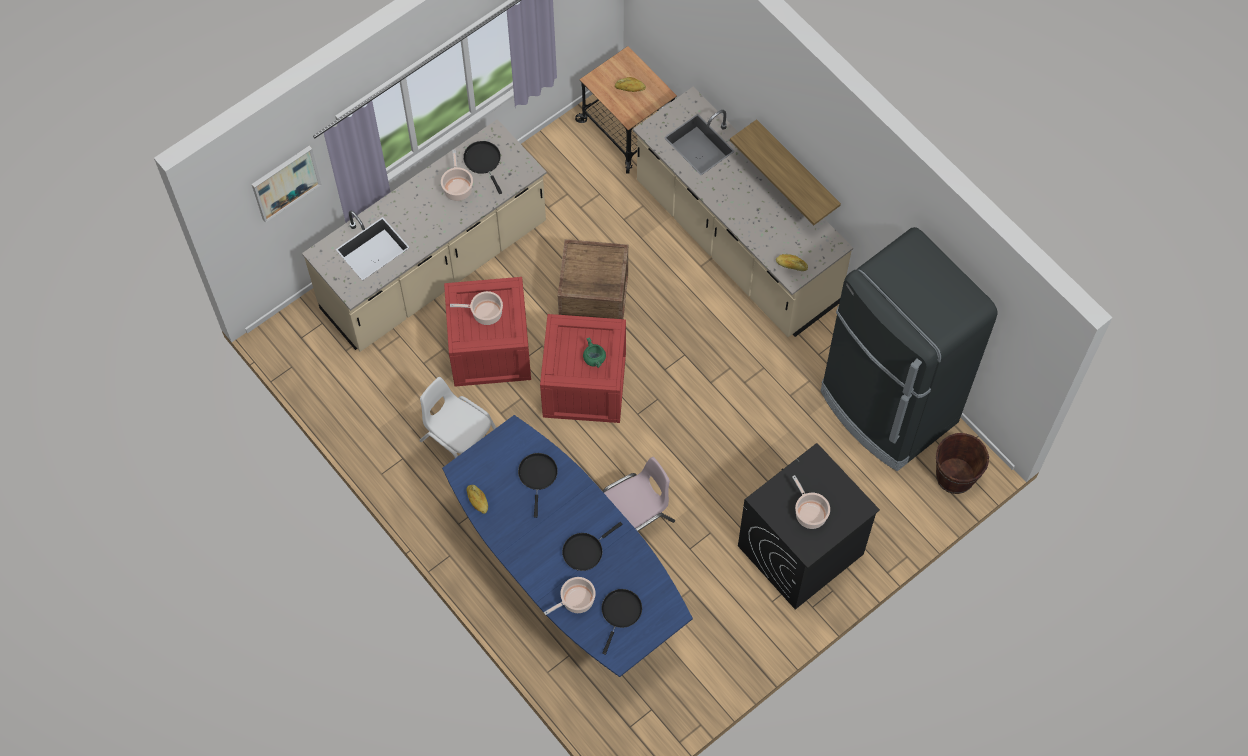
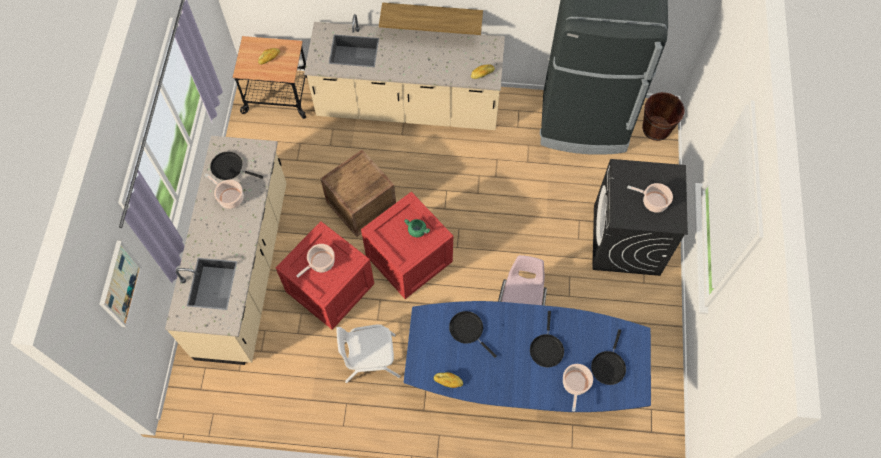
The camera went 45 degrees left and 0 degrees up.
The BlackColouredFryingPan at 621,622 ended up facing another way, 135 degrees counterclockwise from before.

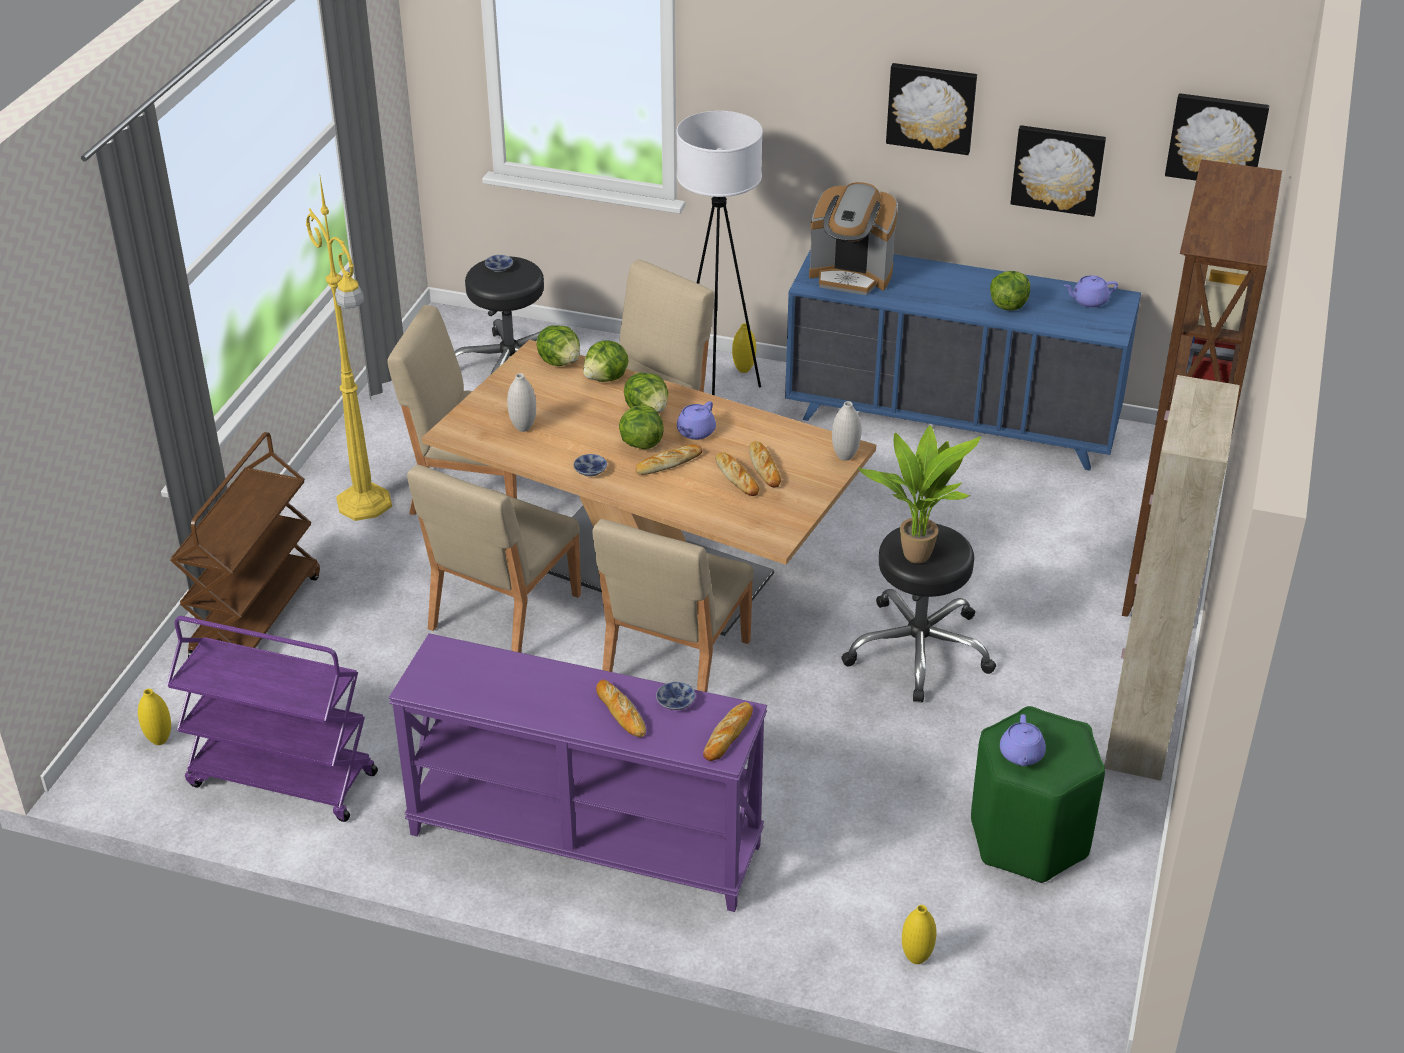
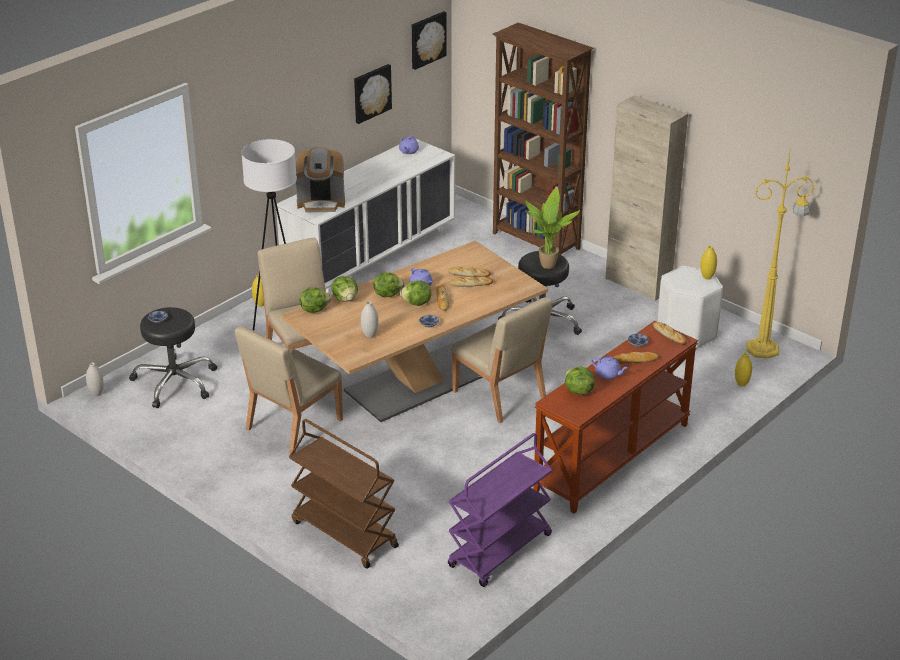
The camera went 65 degrees left and 5 degrees down.
The second view lost the WallPicture at 931,109.
The YellowStandingLamp ended up elsewhere, having gone from 349,346 to 780,253.
The CoffeeMachine at 853,238 ended up facing another way, 45 degrees clockwise from before.
What was the BluishDrawerChest at 963,360 turned into the WhiteColouredDrawerChest at 365,216.
The Lettuce ended up elsewhere, having gone from 1010,290 to 580,380.
The WhiteColouredFlowerVase ended up elsewhere, having gone from 846,431 to 95,379.
The second view lost the SandColouredChair at 494,559.
What was the PurpleColouredNarrowTable at 578,772 turned into the BrownColouredNarrowTable at 615,417.
The YellowFlowerVase ended up elsewhere, having gone from 154,717 to 708,262.
What was the GreenStoolSeat at 1038,794 turned into the WhiteColouredStoolSeat at 690,308.
The PurpleColouredTeapot ended up elsewhere, having gone from 1023,740 to 609,367.

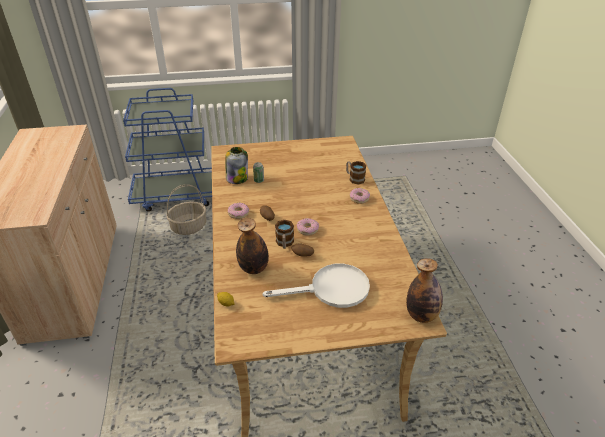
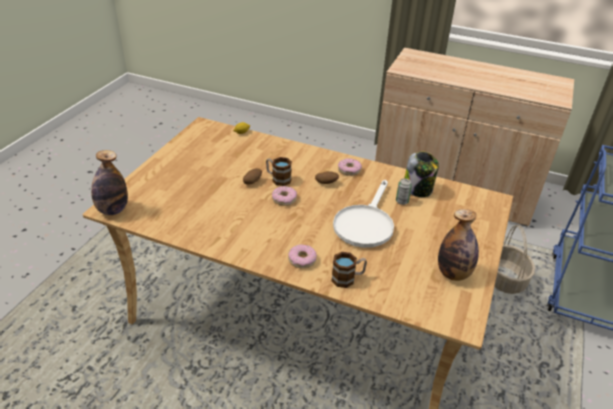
The camera went 120 degrees right and 0 degrees up.
The BeverageBottle ended up elsewhere, having gone from 252,246 to 458,245.
The WhiteColouredFryingPan ended up elsewhere, having gone from 316,286 to 363,214.

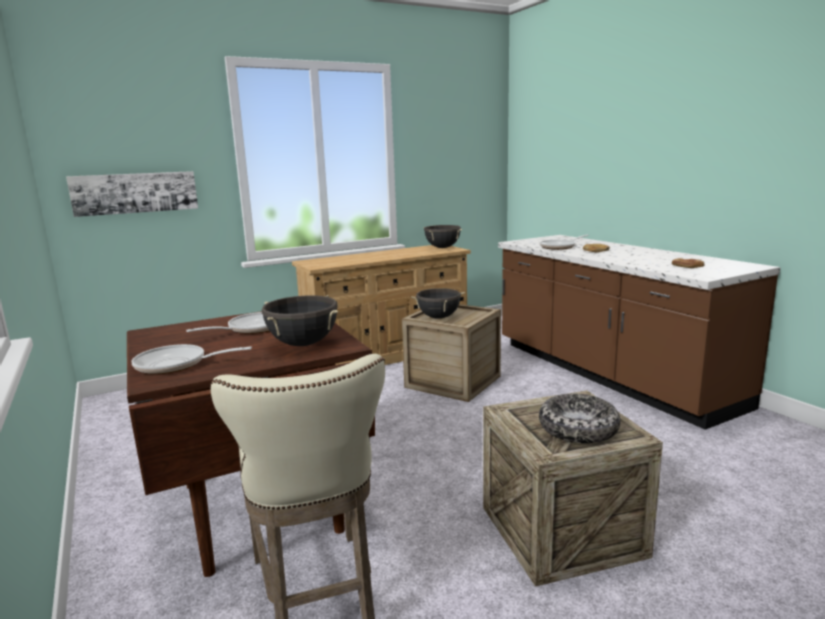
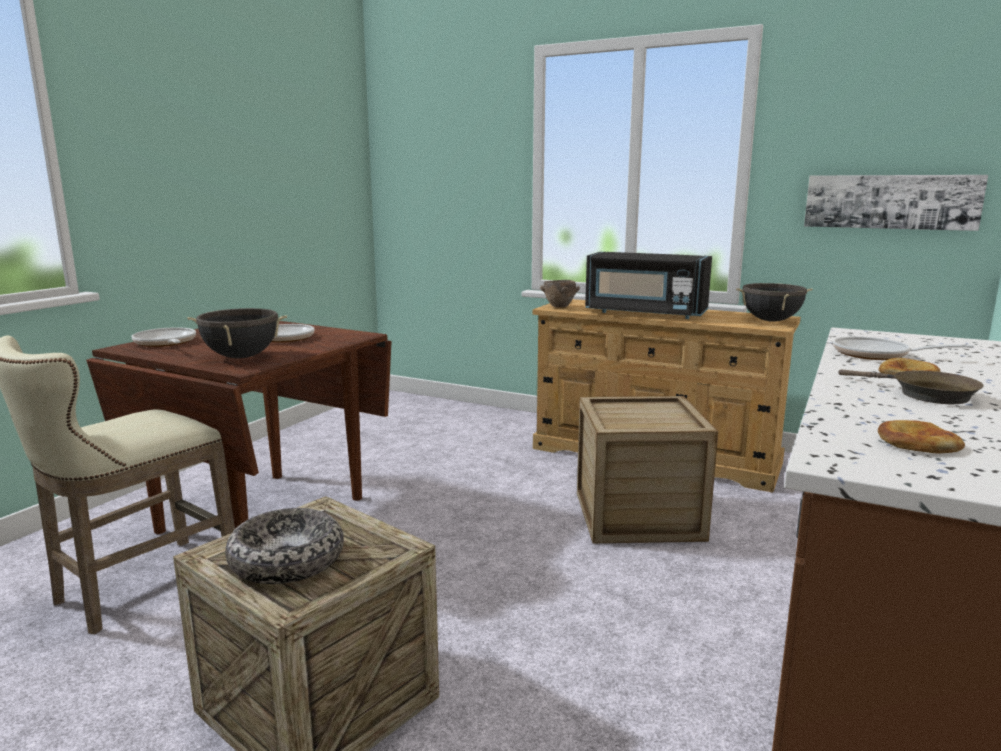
The camera went 55 degrees right and 0 degrees up.
The WallPicture ended up elsewhere, having gone from 132,194 to 896,203.
The second view lost the BlackColouredStockpot at 438,303.
The second view gained the BlackColouredMicrowave at 648,285.
The second view gained the BrownColouredServingBowl at 560,294.
The second view gained the BrownColouredFryingPan at 911,387.

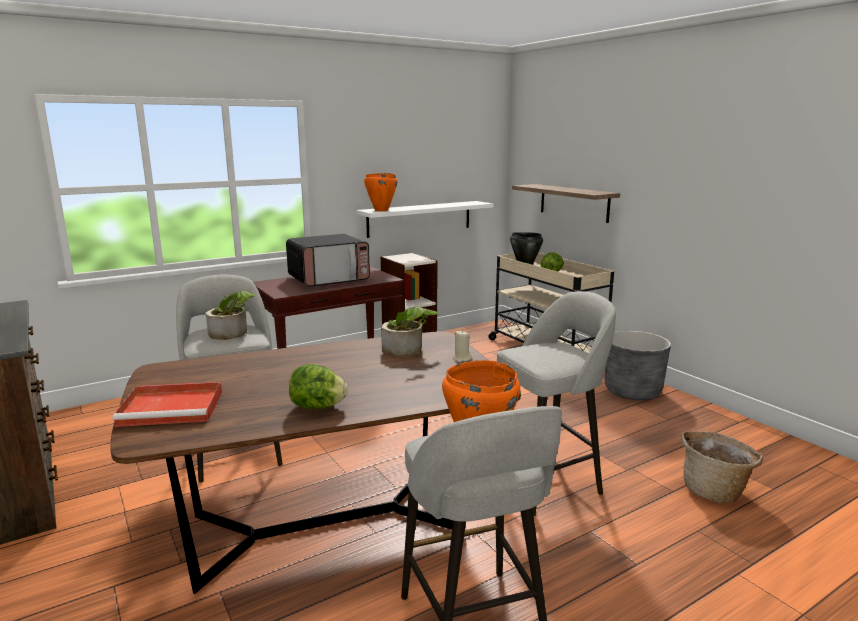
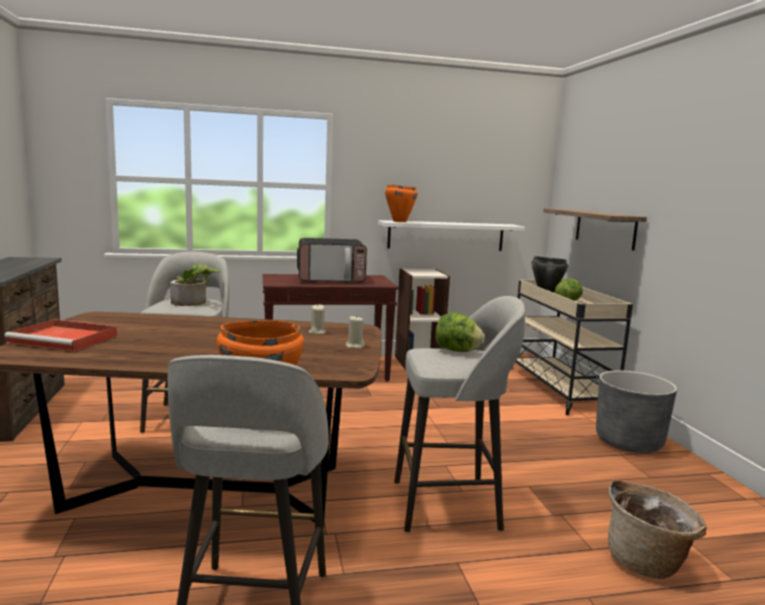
The camera went 20 degrees right and 5 degrees down.
Where the PlantInAPot stood at 410,332, the SandColouredCandle came to stand at 317,320.
The Lettuce ended up elsewhere, having gone from 318,386 to 460,332.

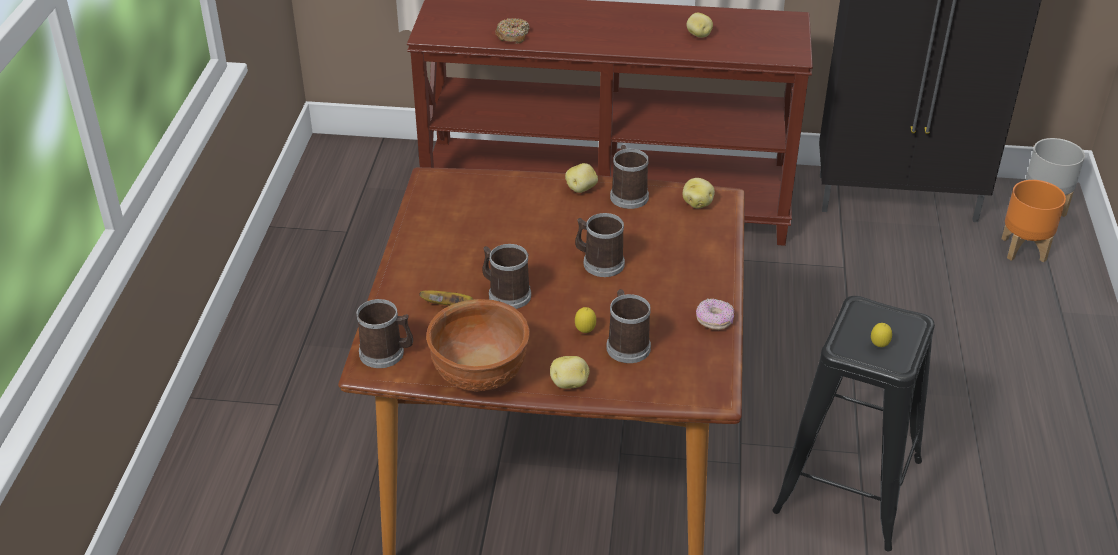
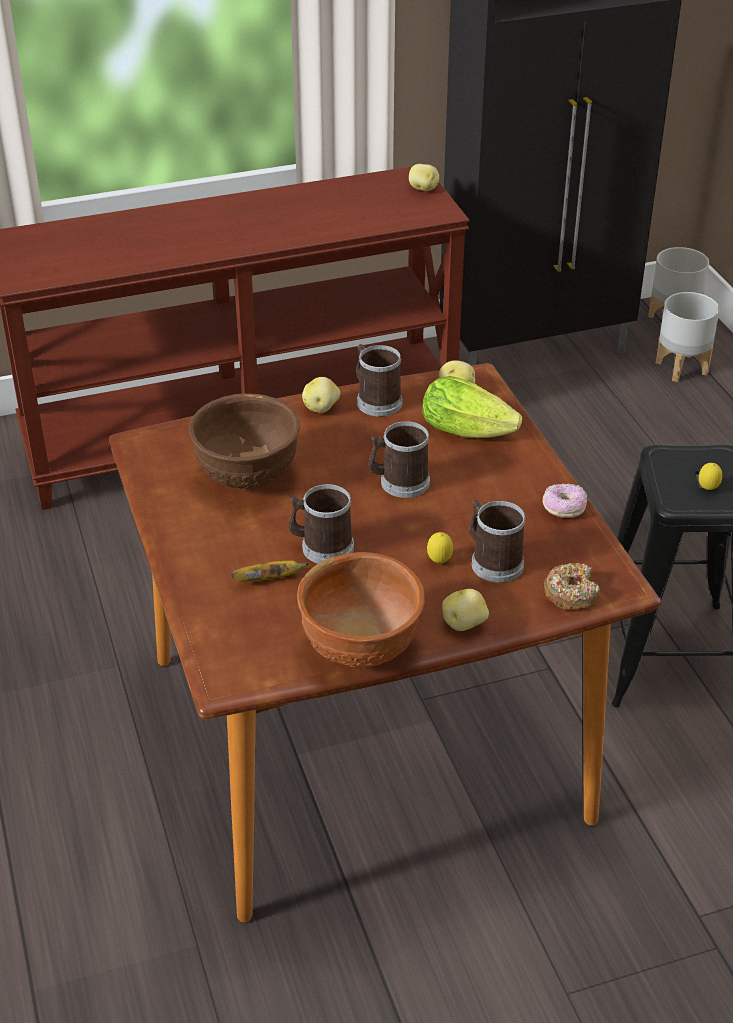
The camera went 25 degrees left and 0 degrees up.
The Potato ended up elsewhere, having gone from 700,25 to 424,177.
The RingDoughnut ended up elsewhere, having gone from 512,31 to 572,586.
What was the OrangeColouredPlanter at 1033,221 turned into the GrayPlanter at 688,337.
The second view lost the Mug at 384,333.
The second view gained the Lettuce at 472,407.
The second view gained the BrownColouredServingBowl at 244,441.

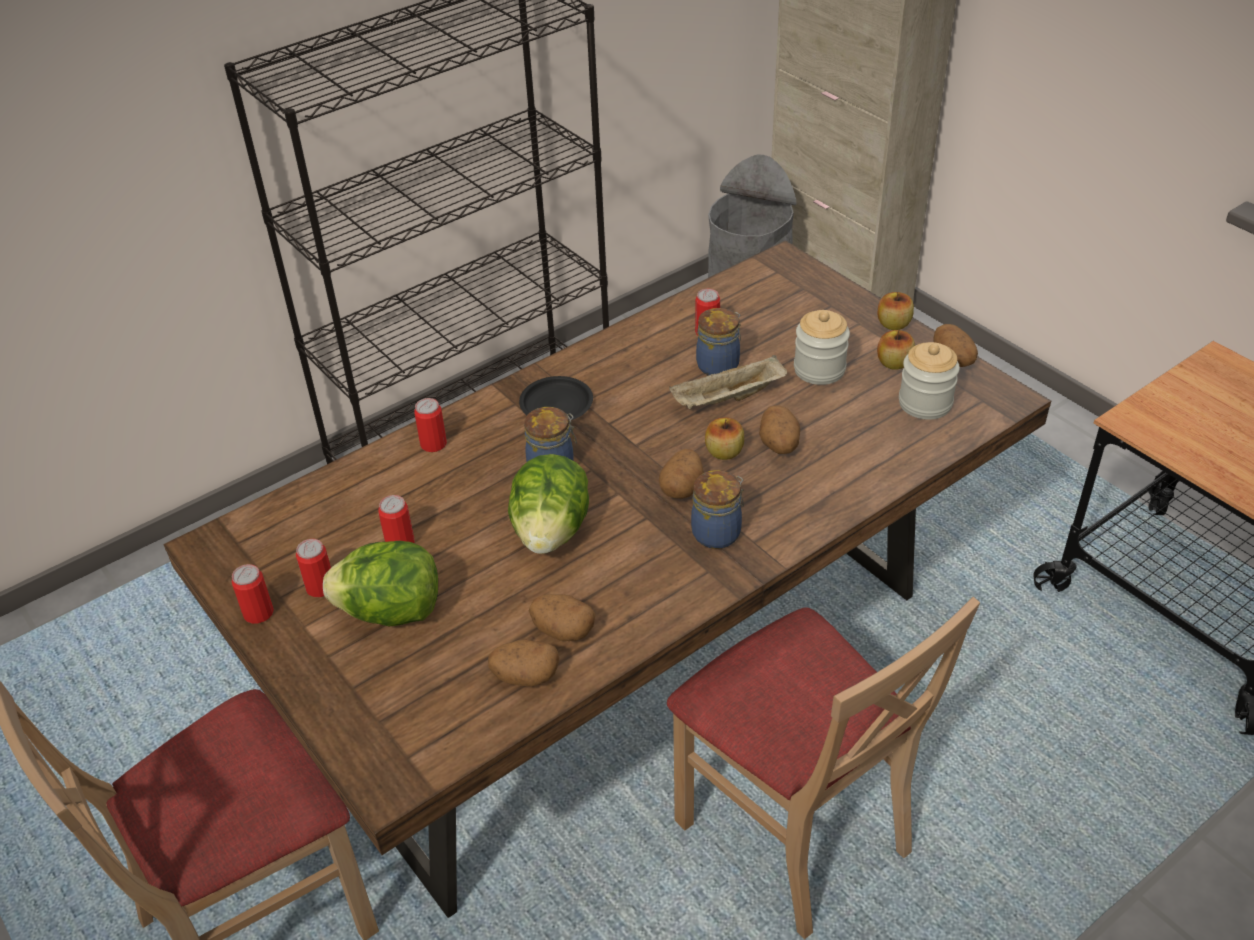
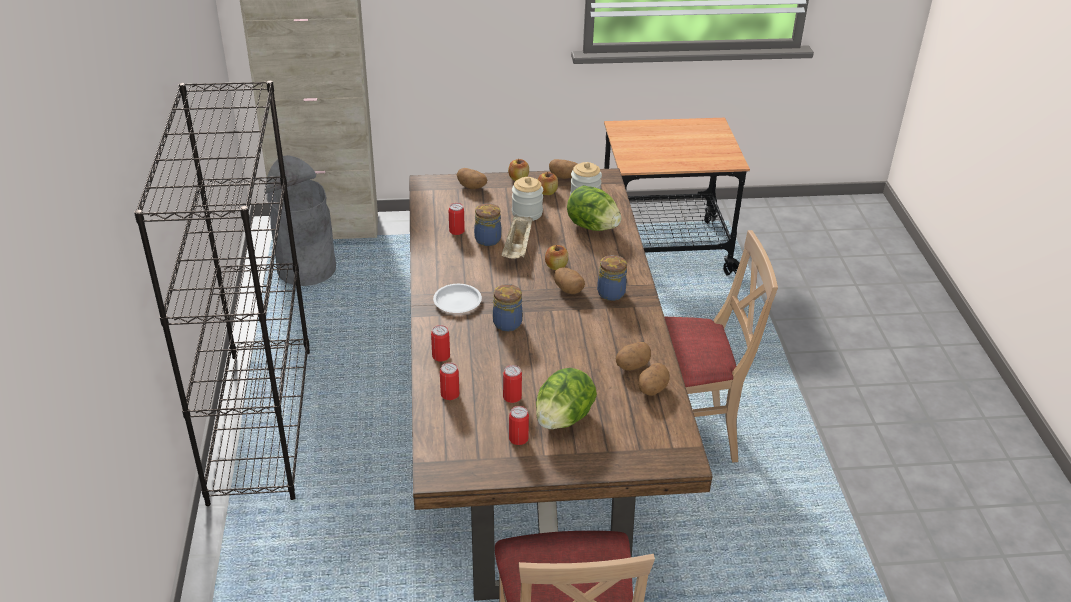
The camera went 60 degrees left and 5 degrees down.
What was the BlackColouredPlate at 556,398 turned into the WhiteColouredPlate at 457,298.
The Potato ended up elsewhere, having gone from 779,429 to 472,178.
The Lettuce ended up elsewhere, having gone from 548,504 to 594,208.
The MetalCan ended up elsewhere, having gone from 252,594 to 449,381.

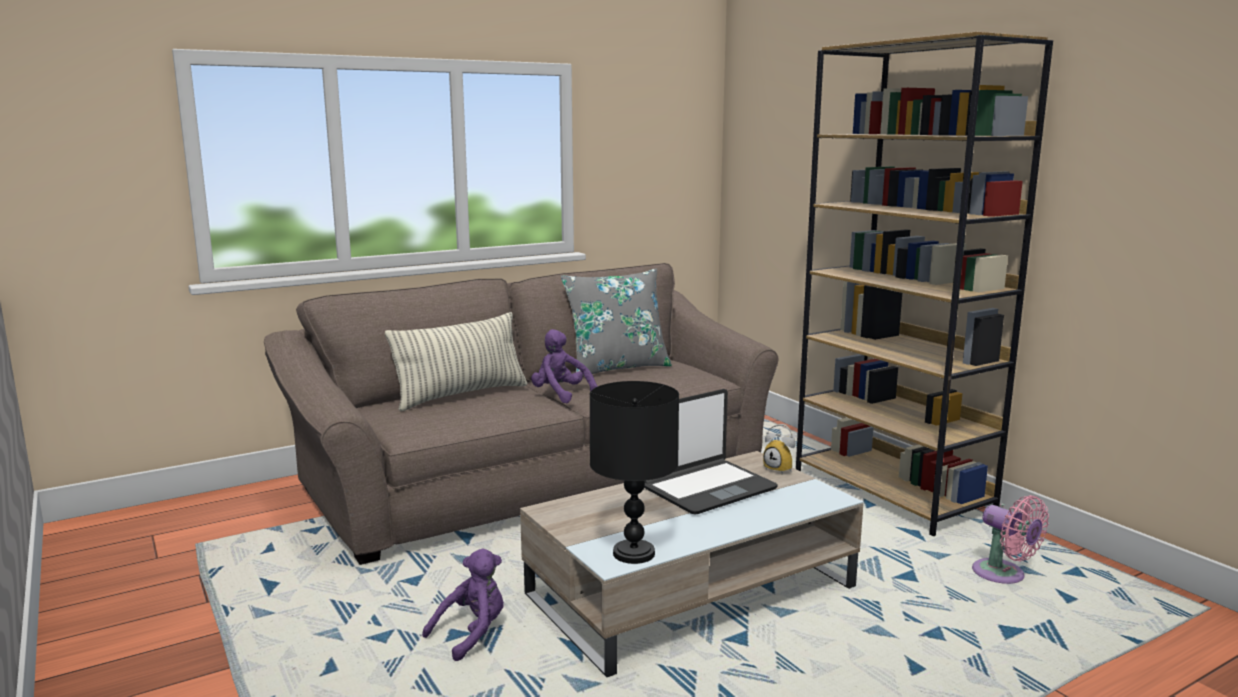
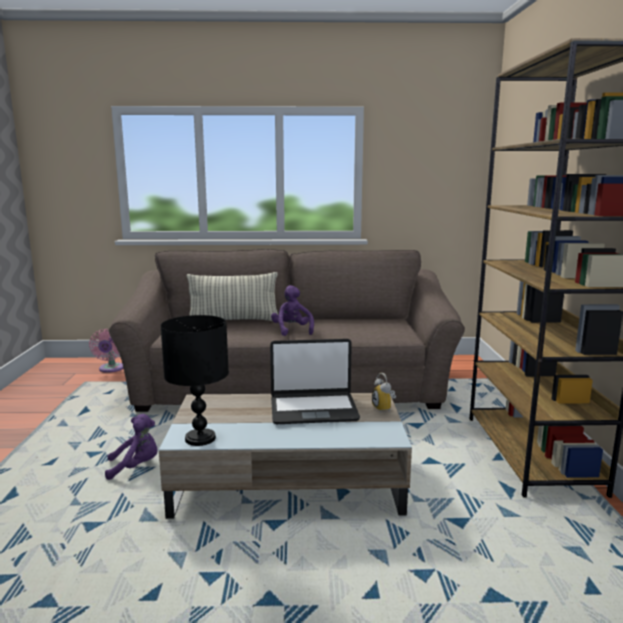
The camera went 30 degrees right and 0 degrees up.
The second view lost the GrayPillow at 616,322.
The PinkishFan ended up elsewhere, having gone from 1010,539 to 106,351.

